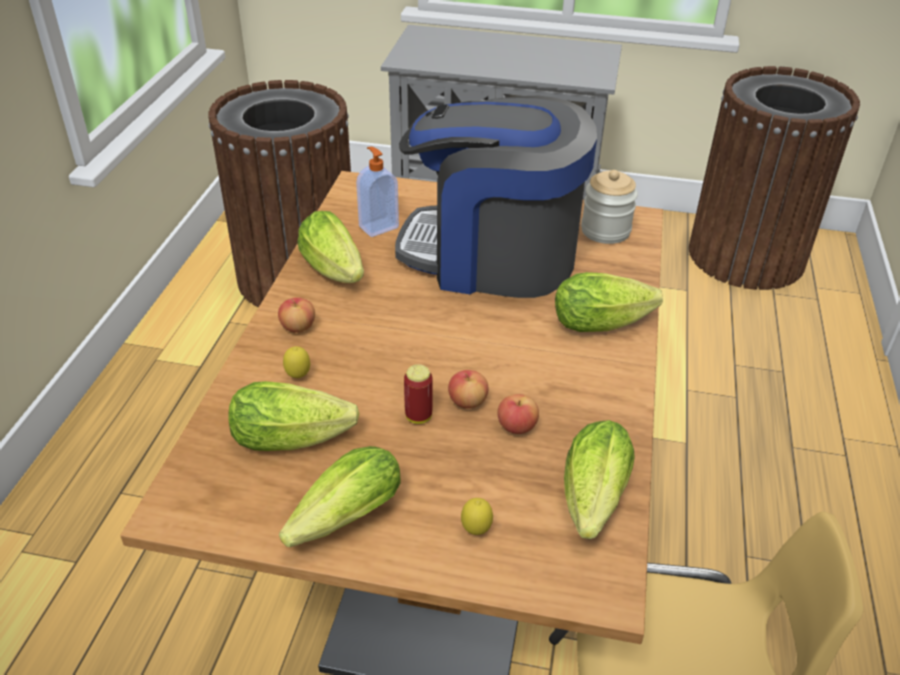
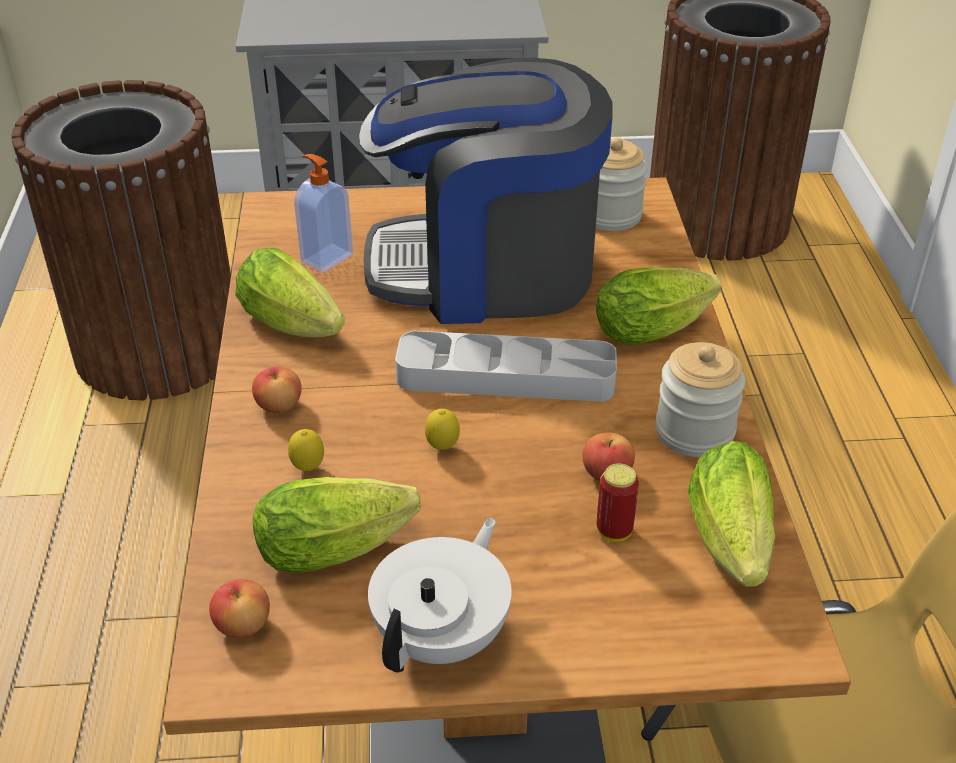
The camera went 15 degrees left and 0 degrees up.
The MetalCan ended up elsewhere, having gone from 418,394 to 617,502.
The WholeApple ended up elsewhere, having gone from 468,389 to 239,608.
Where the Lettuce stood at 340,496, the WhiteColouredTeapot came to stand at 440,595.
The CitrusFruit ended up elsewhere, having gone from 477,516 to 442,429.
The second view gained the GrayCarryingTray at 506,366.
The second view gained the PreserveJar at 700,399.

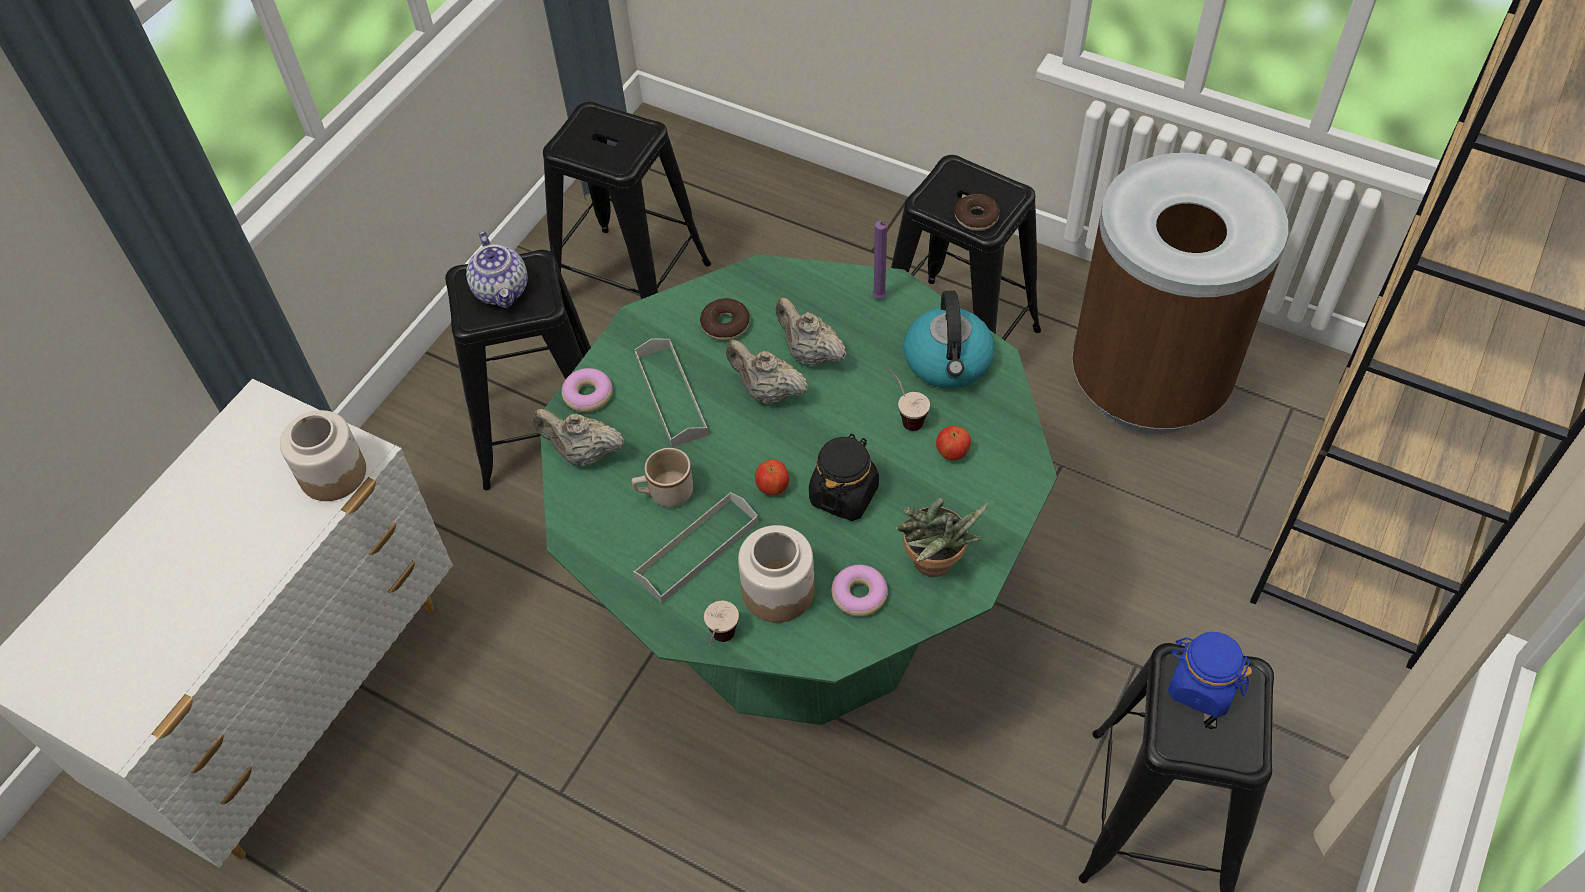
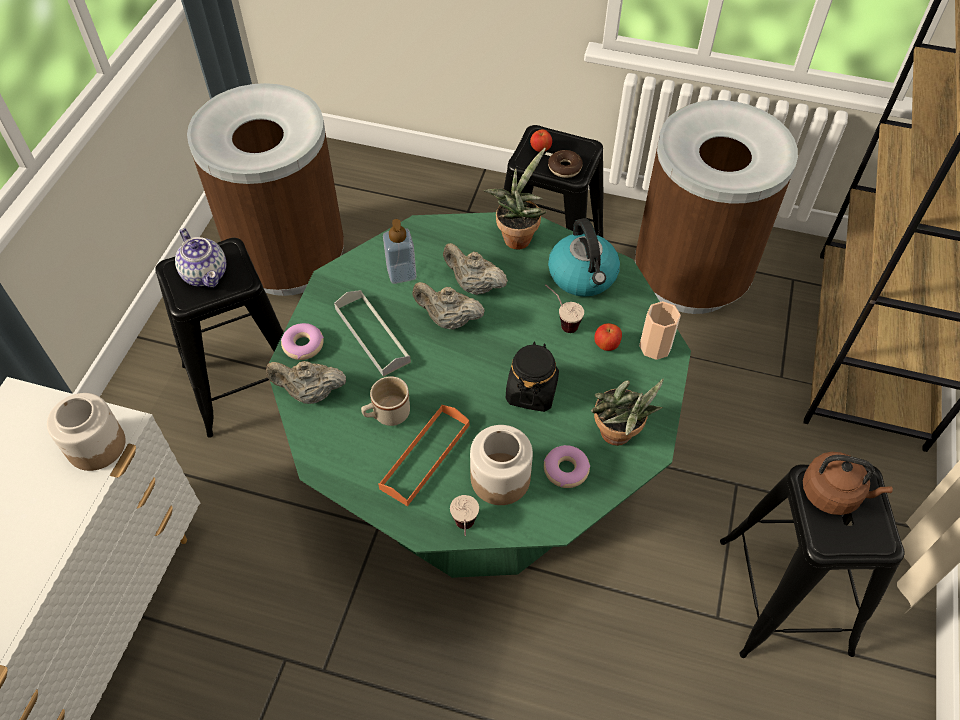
The camera went 15 degrees left and 0 degrees up.
Where the BlackColouredStoolSeat stood at 627,200, the BrownColouredTrashCan came to stand at 265,189.
Where the PurpleColouredCandle stood at 879,260, the PlantInAPot came to stand at 515,198.
Where the RingDoughnut stood at 725,319, the SoapDispenser came to stand at 399,251.
The WholeApple ended up elsewhere, having gone from 772,477 to 541,140.
What was the GrayCarryingTray at 695,547 turned into the OrangeColouredCarryingTray at 423,455.
Where the BluishPreserveJar stood at 1210,674, the BrownColouredTeaKettle came to stand at 848,483.
The second view gained the Cup at 660,330.

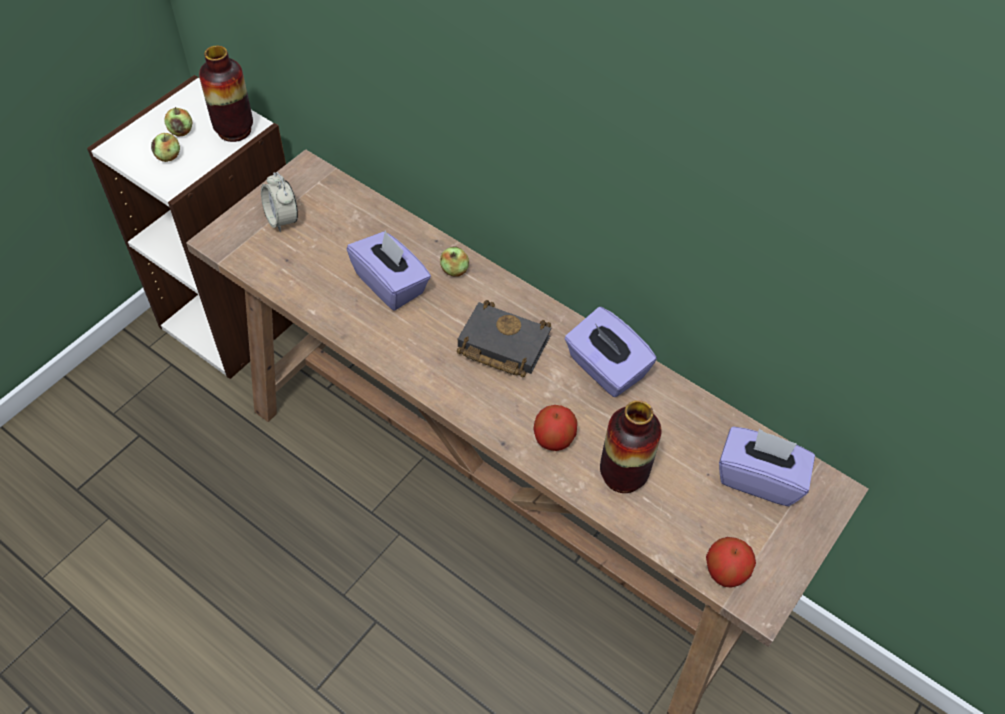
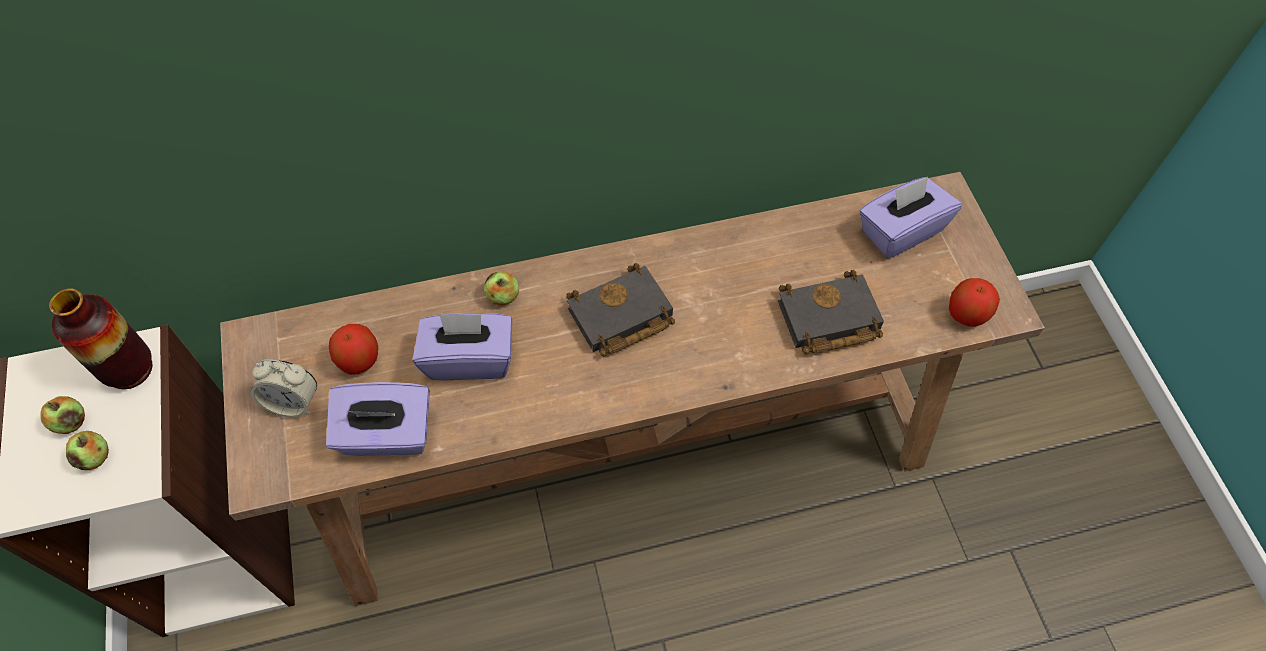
The camera went 50 degrees left and 5 degrees up.
The PurpleColouredBoxOfTissues ended up elsewhere, having gone from 611,352 to 378,419.
Where the FlowerVase stood at 631,446, the BlackColouredBook came to stand at 830,312.
The WholeApple ended up elsewhere, having gone from 555,428 to 353,349.

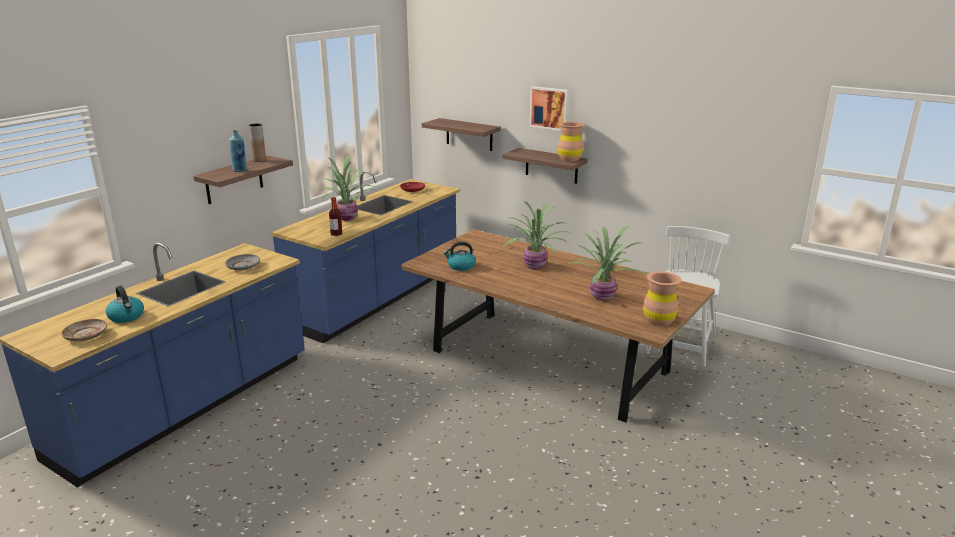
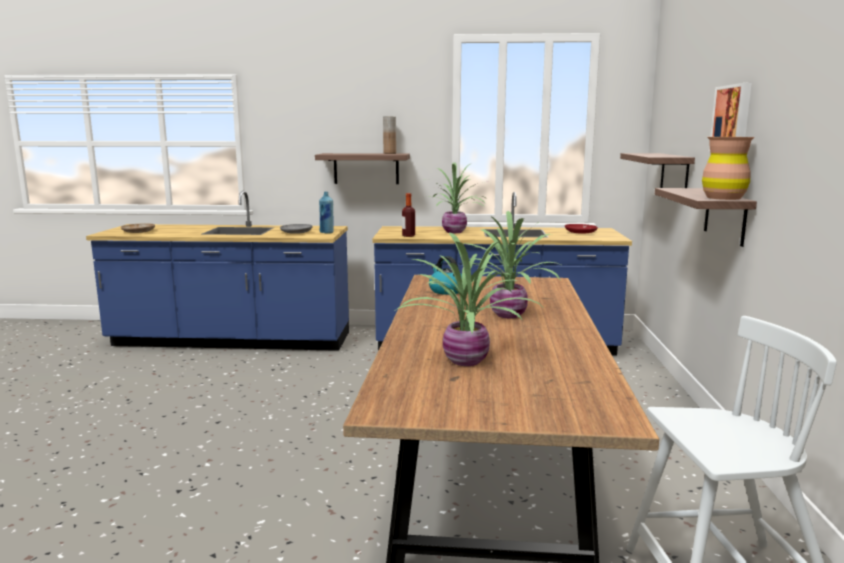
The camera went 60 degrees right and 10 degrees down.
The BluishBeverageBottle ended up elsewhere, having gone from 238,151 to 326,213.
The second view lost the BrownColouredFlowerVase at 662,298.
The second view lost the TeaKettle at 125,304.

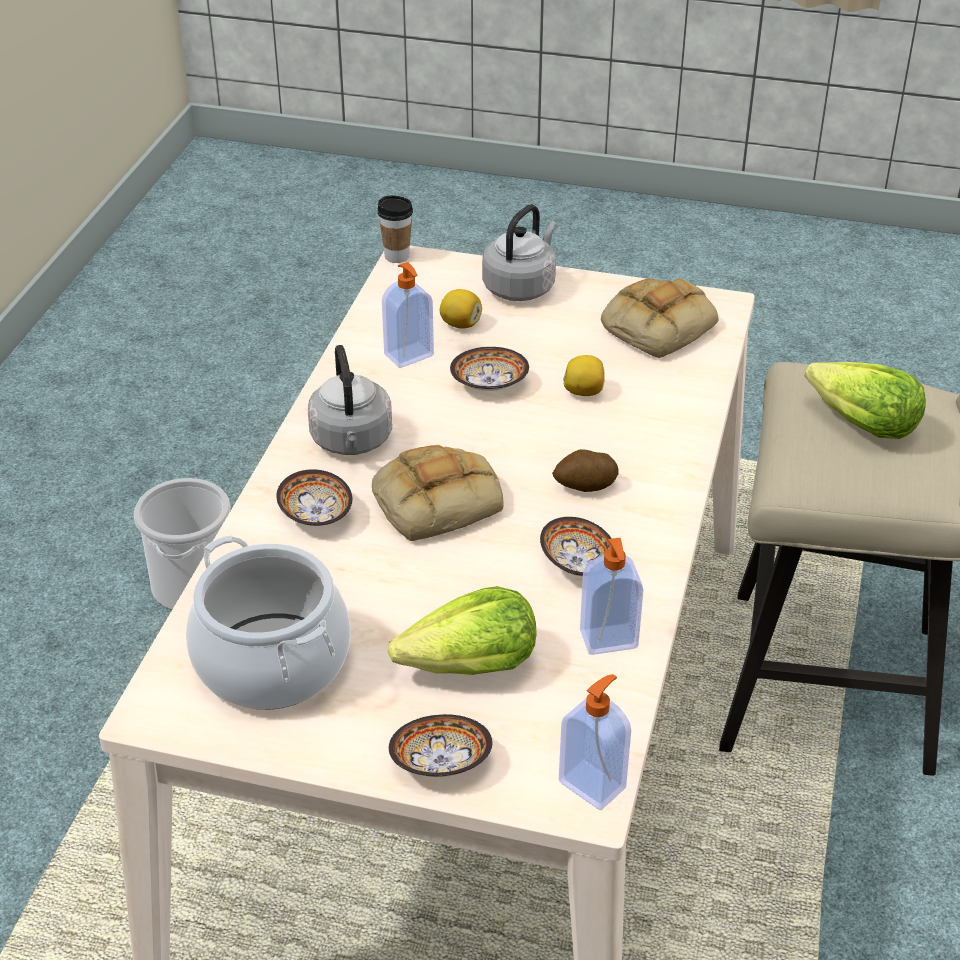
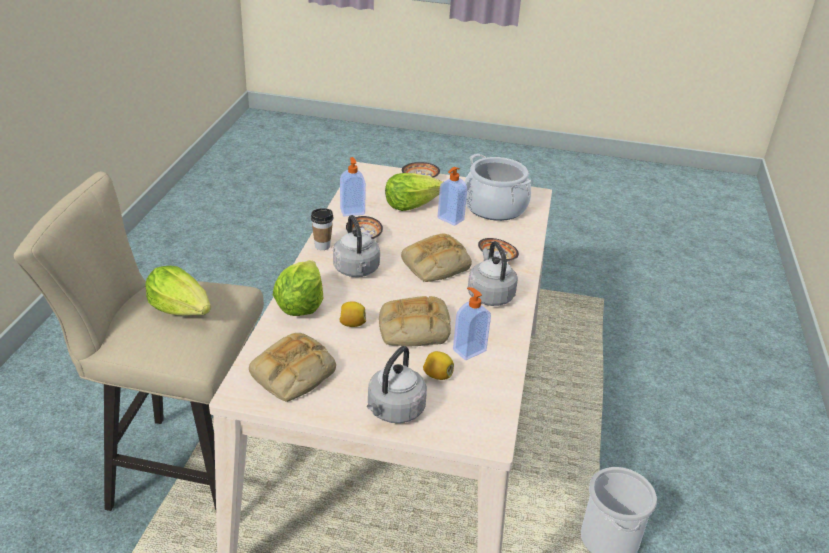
The camera went 175 degrees right and 5 degrees down.
The Cup ended up elsewhere, having gone from 395,229 to 322,229.
Where the ServingBowl stood at 489,369, the Bread came to stand at 415,321.
Where the Potato stood at 585,470, the GrayTeaKettle came to stand at 356,246.
The SoapDispenser ended up elsewhere, having gone from 595,742 to 452,196.
The second view gained the Lettuce at 298,288.

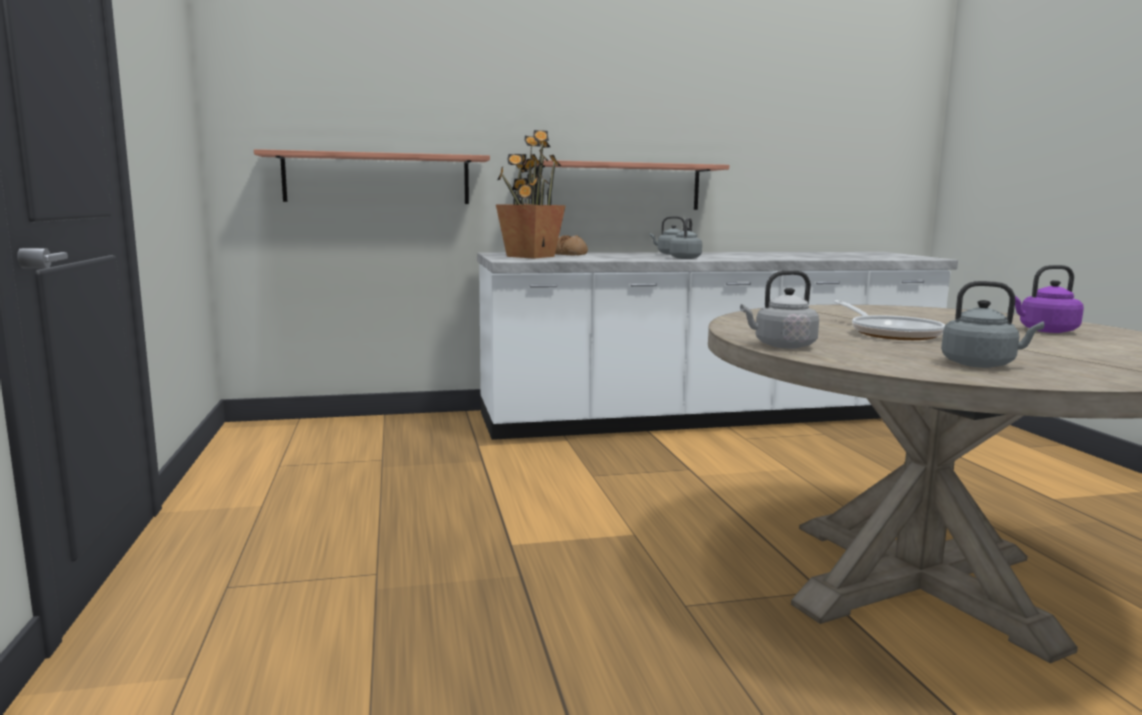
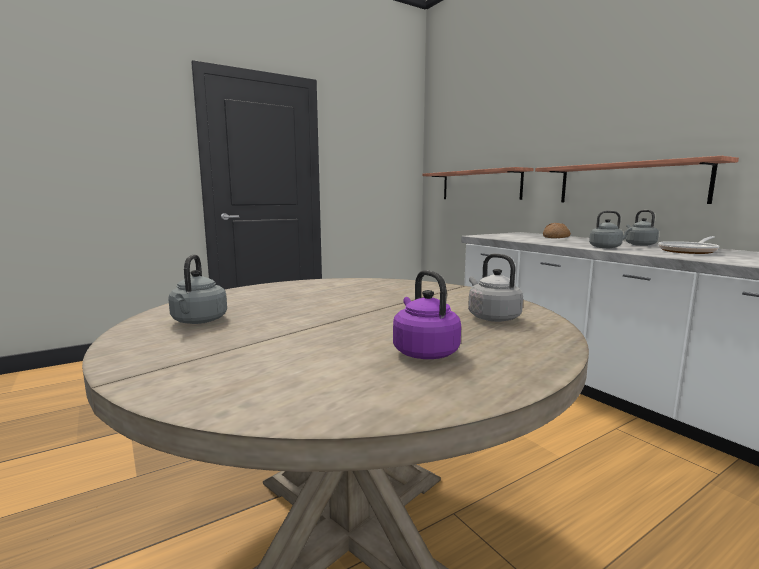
The camera went 70 degrees right and 0 degrees up.
The second view lost the PlantInAPot at 531,194.
The GrayTeaKettle ended up elsewhere, having gone from 779,309 to 495,288.
The FryingPan ended up elsewhere, having gone from 889,320 to 688,245.

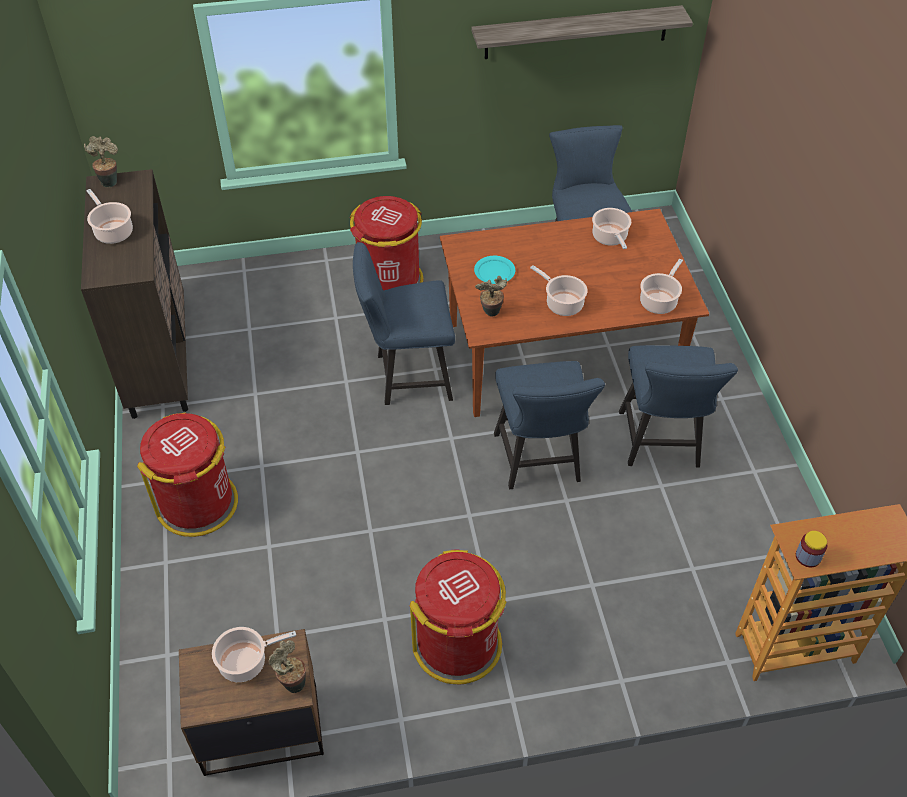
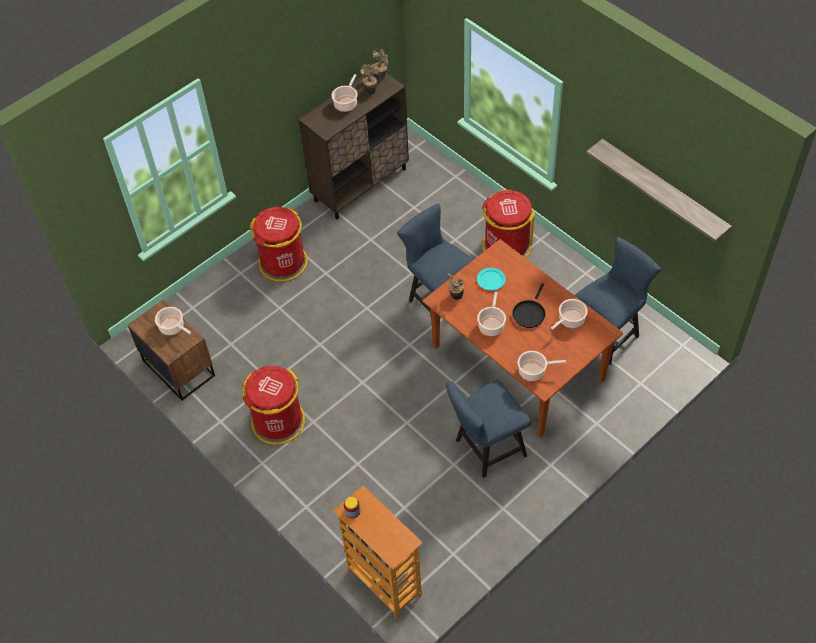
The camera went 60 degrees right and 5 degrees up.
The second view lost the BluishChair at 549,425.
The PlantInAPot ended up elsewhere, having gone from 287,666 to 369,79.
The second view gained the BlackColouredFryingPan at 529,305.

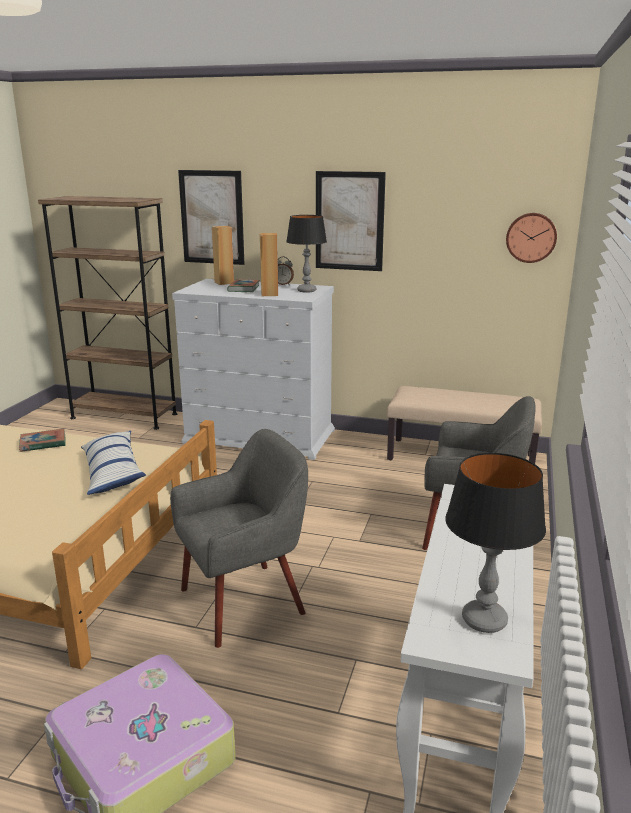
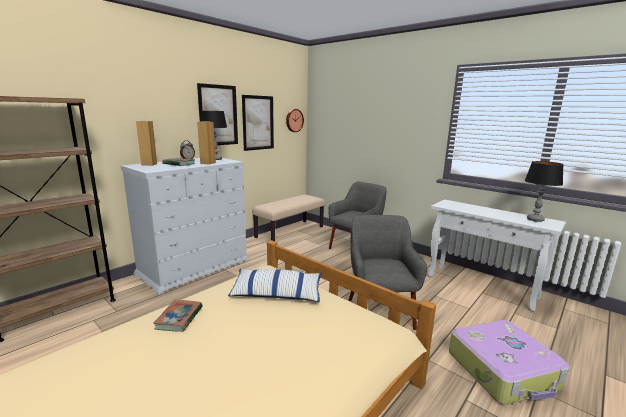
The camera went 65 degrees left and 5 degrees down.
The WallPicture ended up elsewhere, having gone from 211,217 to 258,123.

